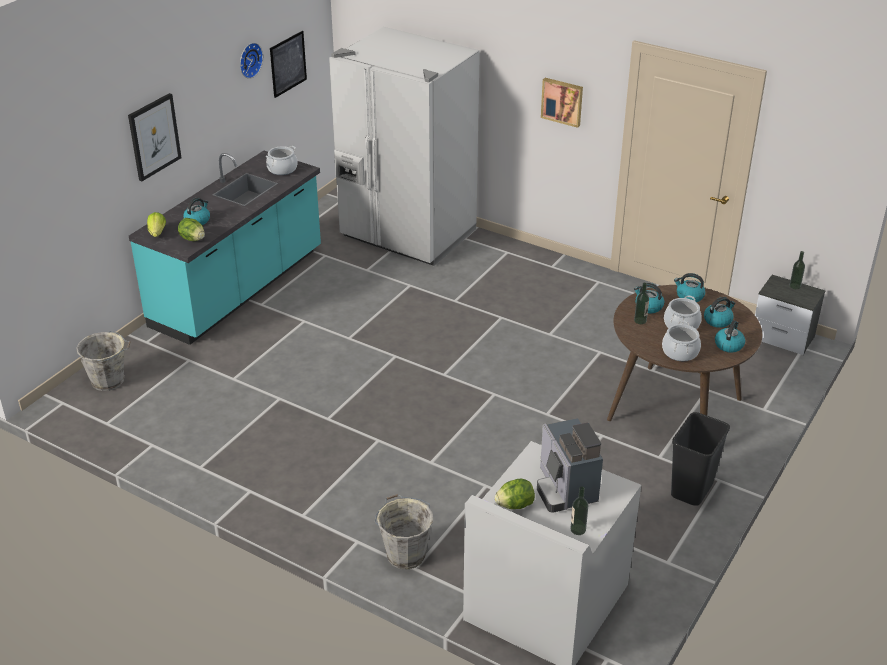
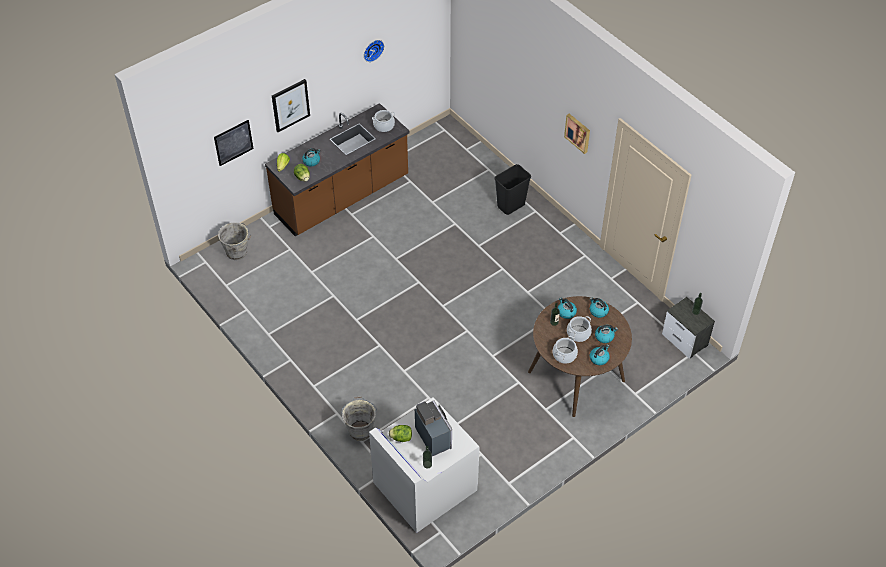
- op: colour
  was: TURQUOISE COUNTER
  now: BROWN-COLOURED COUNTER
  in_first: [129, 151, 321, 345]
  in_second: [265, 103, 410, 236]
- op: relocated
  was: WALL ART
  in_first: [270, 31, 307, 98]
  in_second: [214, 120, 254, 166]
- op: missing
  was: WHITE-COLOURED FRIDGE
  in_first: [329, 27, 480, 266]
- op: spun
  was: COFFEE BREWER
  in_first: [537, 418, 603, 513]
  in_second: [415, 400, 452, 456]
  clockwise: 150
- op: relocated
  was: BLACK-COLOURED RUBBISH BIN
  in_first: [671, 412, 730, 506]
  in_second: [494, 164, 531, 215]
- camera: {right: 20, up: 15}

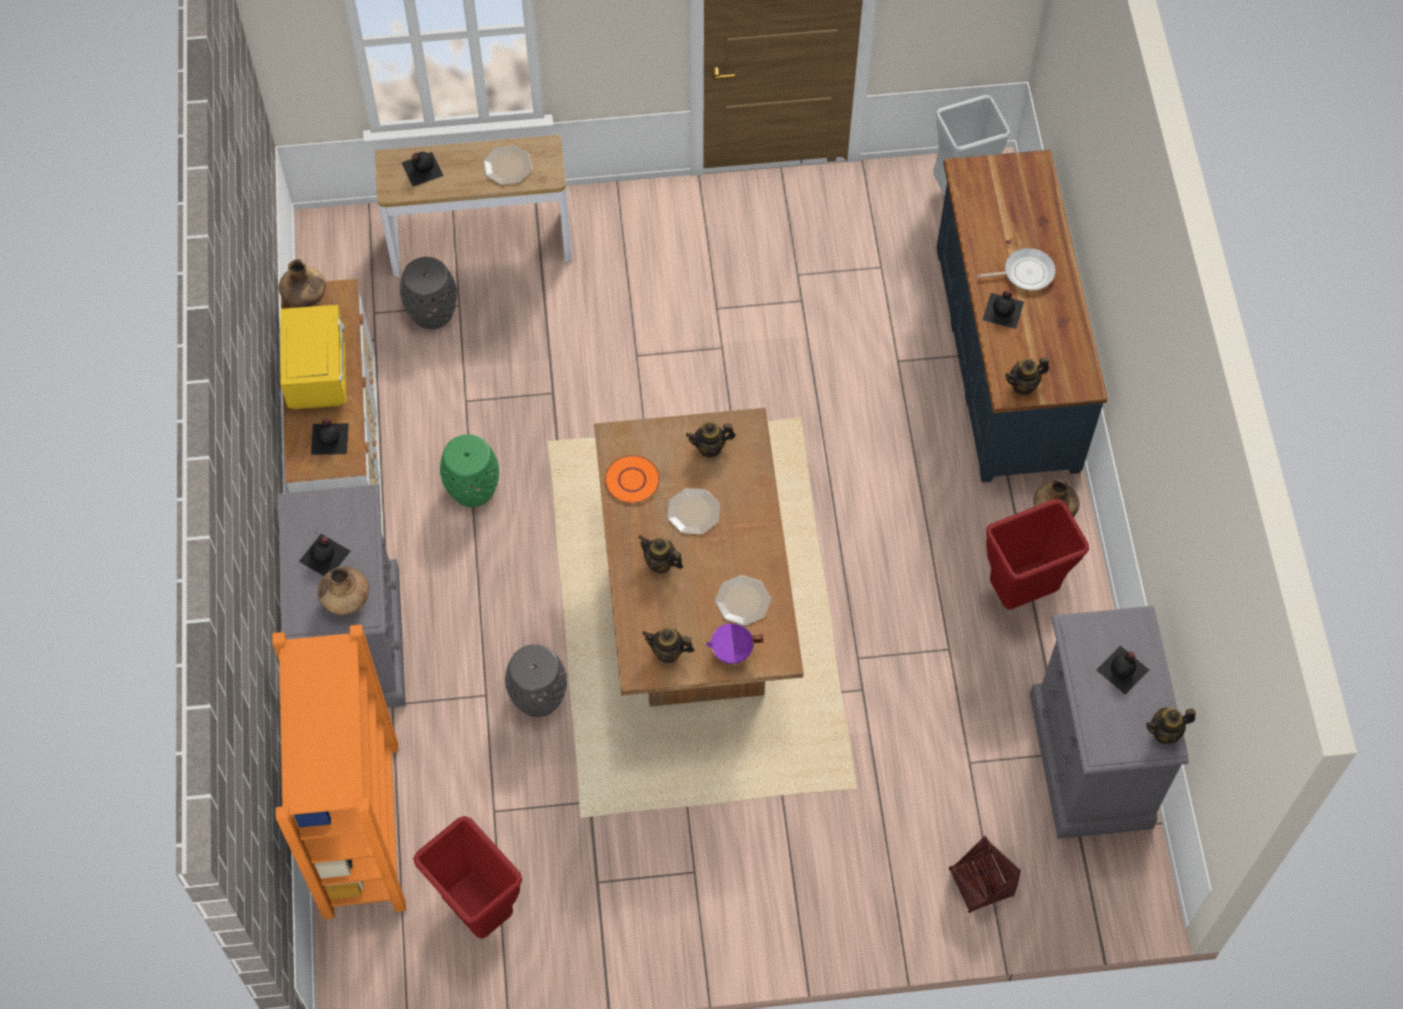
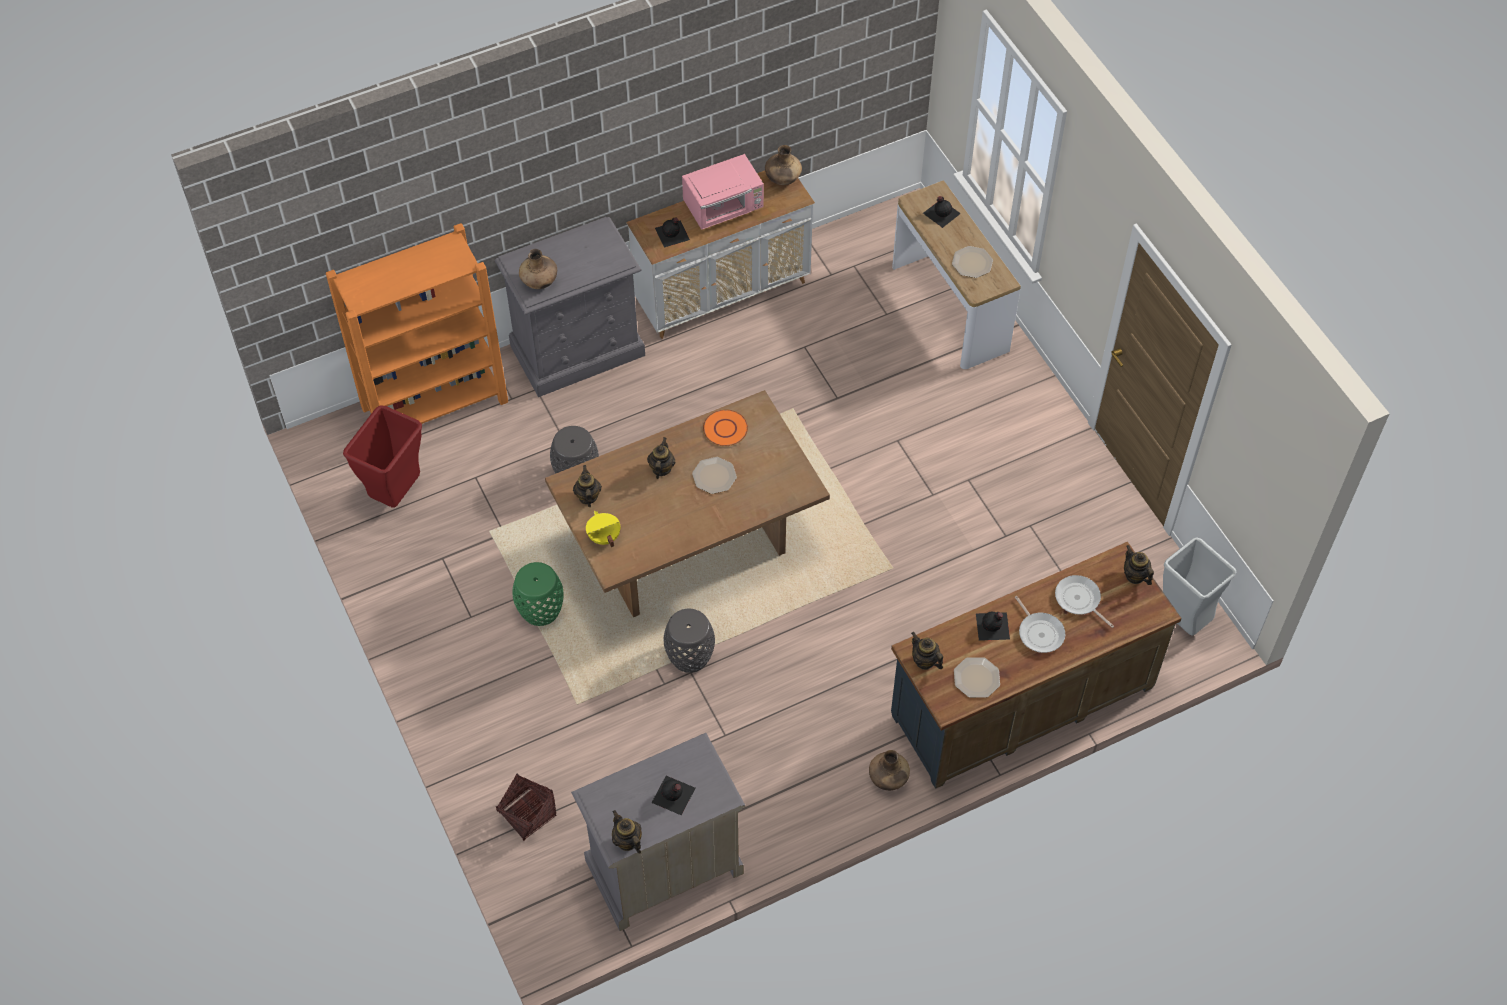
- op: colour
  was: YELLOWISH MICROWAVE OVEN
  now: PINK MICROWAVE OVEN
  in_first: [280, 305, 346, 409]
  in_second: [682, 154, 764, 230]
- op: missing
  was: BLACK-COLOURED BOTTLE
  in_first: [299, 534, 350, 576]
- op: relocated
  was: GREY STOOL
  in_first: [400, 257, 457, 329]
  in_second: [664, 609, 715, 673]
- op: relocated
  was: GREEN STOOL
  in_first: [440, 434, 499, 507]
  in_second: [512, 562, 564, 626]
- op: relocated
  was: POT FOR TEA
  in_first: [686, 421, 735, 457]
  in_second: [1124, 545, 1154, 585]
- op: colour
  was: PURPLE SAUCEPOT
  now: YELLOWISH SAUCEPOT
  in_first: [705, 623, 763, 664]
  in_second: [586, 511, 620, 547]
- op: relocated
  was: DINNER PLATE
  in_first: [715, 575, 771, 626]
  in_second: [954, 657, 1000, 698]
- op: missing
  was: REDDISH RUBBISH BIN
  in_first: [986, 499, 1089, 610]
- op: appeared
  now: FRYING PAN
  in_second: [1055, 575, 1114, 628]
- camera: {right: 70, up: -5}

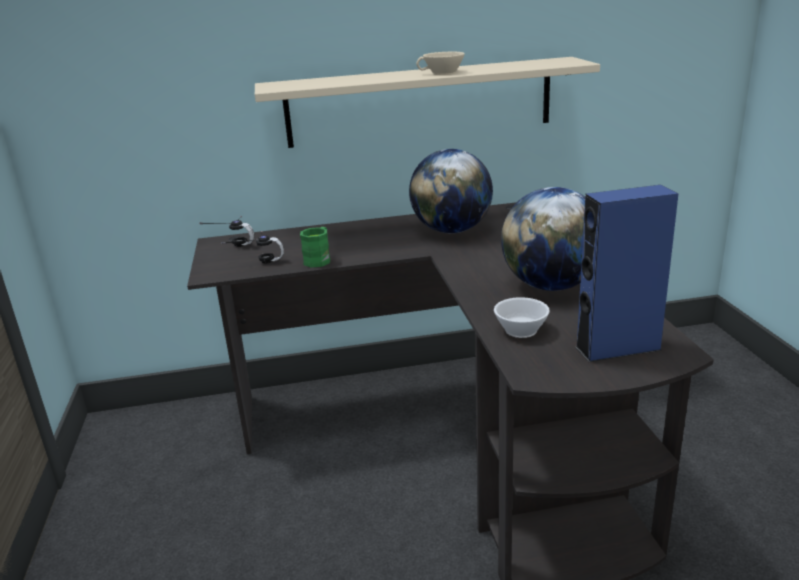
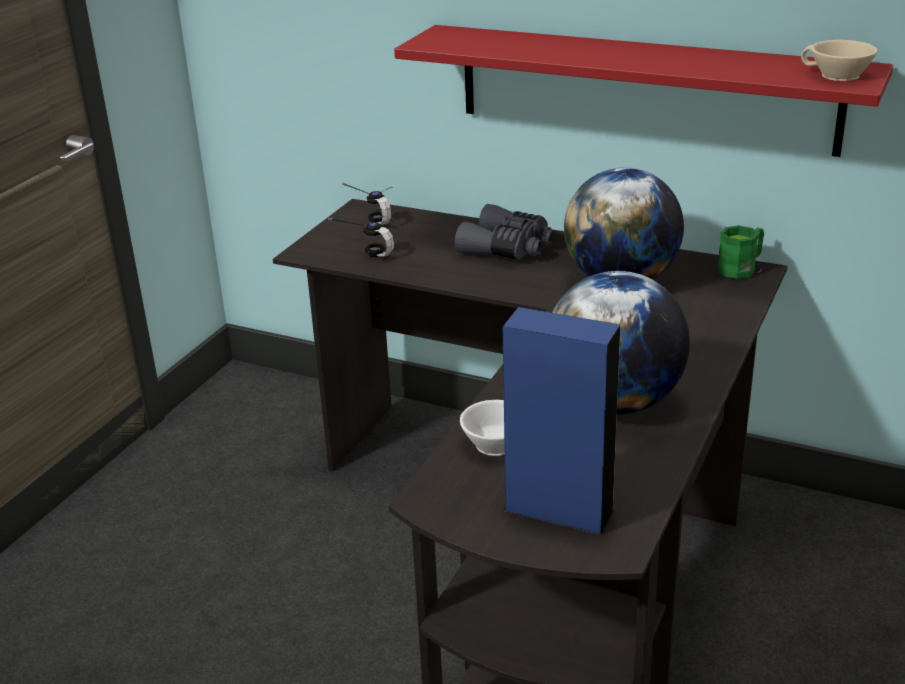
- op: colour
  was: SAND-COLOURED SHELF
  now: REDDISH SHELF
  in_first: [255, 57, 600, 148]
  in_second: [394, 25, 893, 157]
- op: relocated
  was: GREEN TEA MUG
  in_first: [300, 227, 330, 268]
  in_second: [717, 225, 764, 279]
- op: relocated
  was: SAND-COLOURED DRINKING CUP
  in_first: [416, 52, 465, 75]
  in_second: [801, 40, 878, 81]
- op: appeared
  now: GREY FIELD GLASSES
  in_second: [455, 204, 555, 260]
- camera: {right: 35, up: 5}

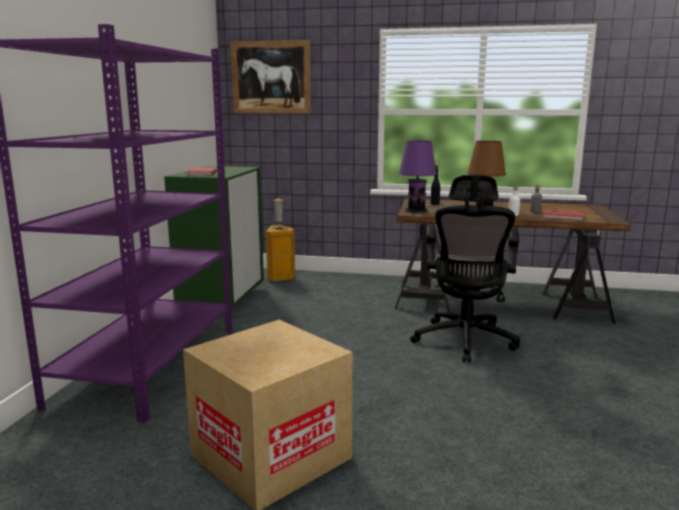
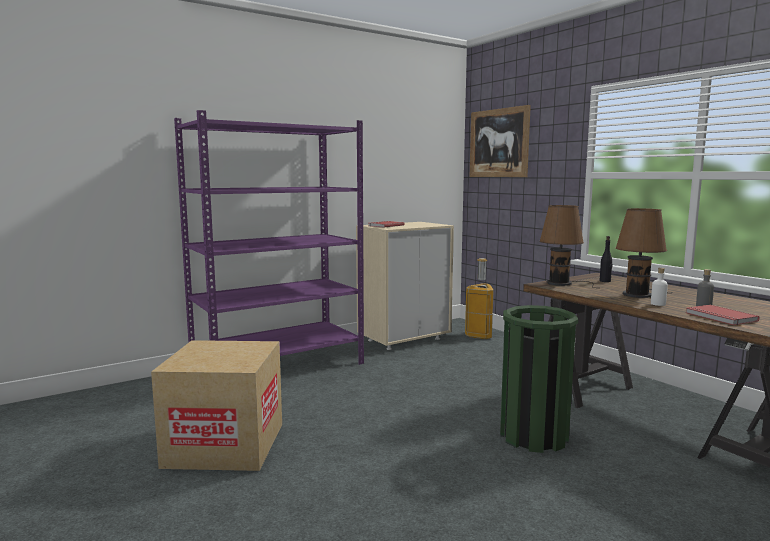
- op: colour
  was: GREEN CABINET
  now: SAND-COLOURED CABINET
  in_first: [164, 166, 264, 313]
  in_second: [356, 222, 454, 350]
- op: colour
  was: PURPLE LAMP FOR A TABLE
  now: BROWN-COLOURED LAMP FOR A TABLE
  in_first: [399, 140, 438, 213]
  in_second: [539, 205, 595, 288]
- op: exchanged
  was: COMPUTER CHAIR
  now: GREEN RUBBISH BIN
  in_first: [410, 175, 520, 363]
  in_second: [500, 305, 578, 453]
- camera: {right: 45, up: -5}

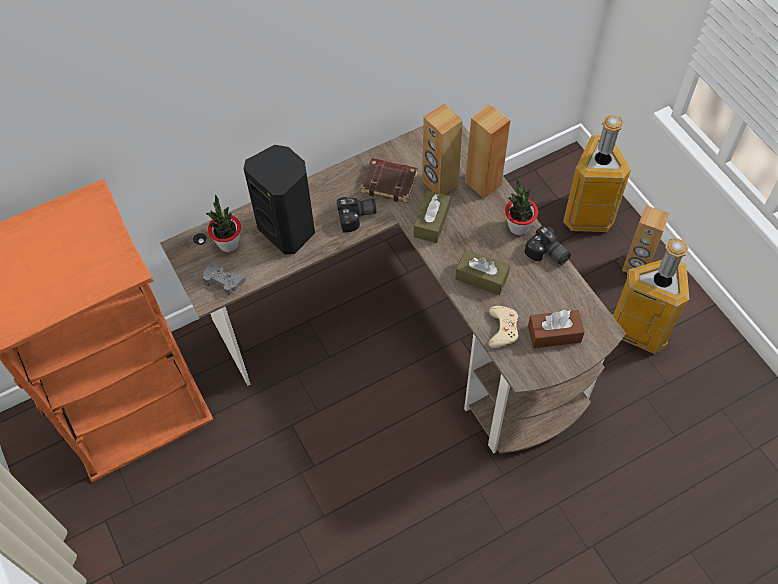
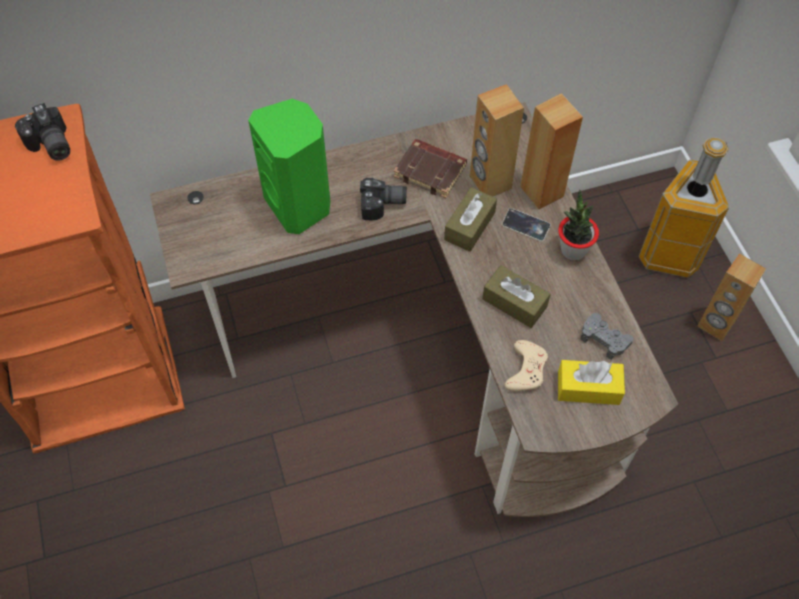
- op: relocated
  was: GREY GAME CONTROLLER
  in_first: [203, 262, 246, 296]
  in_second: [581, 313, 634, 360]
- op: missing
  was: HOUSEPLANT
  in_first: [206, 195, 241, 252]
- op: colour
  was: BLACK-COLOURED LOUDSPEAKER
  now: GREEN LOUDSPEAKER
  in_first: [244, 145, 315, 254]
  in_second: [248, 99, 331, 234]
- op: relocated
  was: PHOTO CAMERA
  in_first: [524, 226, 571, 265]
  in_second: [15, 103, 70, 161]
- op: colour
  was: BROWN-COLOURED TISSUE HOLDER
  now: YELLOWISH TISSUE HOLDER
  in_first: [528, 309, 585, 348]
  in_second: [558, 360, 625, 405]
- op: missing
  was: RUBBISH BIN
  in_first: [612, 238, 689, 354]
- op: appeared
  now: PHONE
  in_second: [502, 208, 551, 242]
- camera: {right: 10, up: 0}

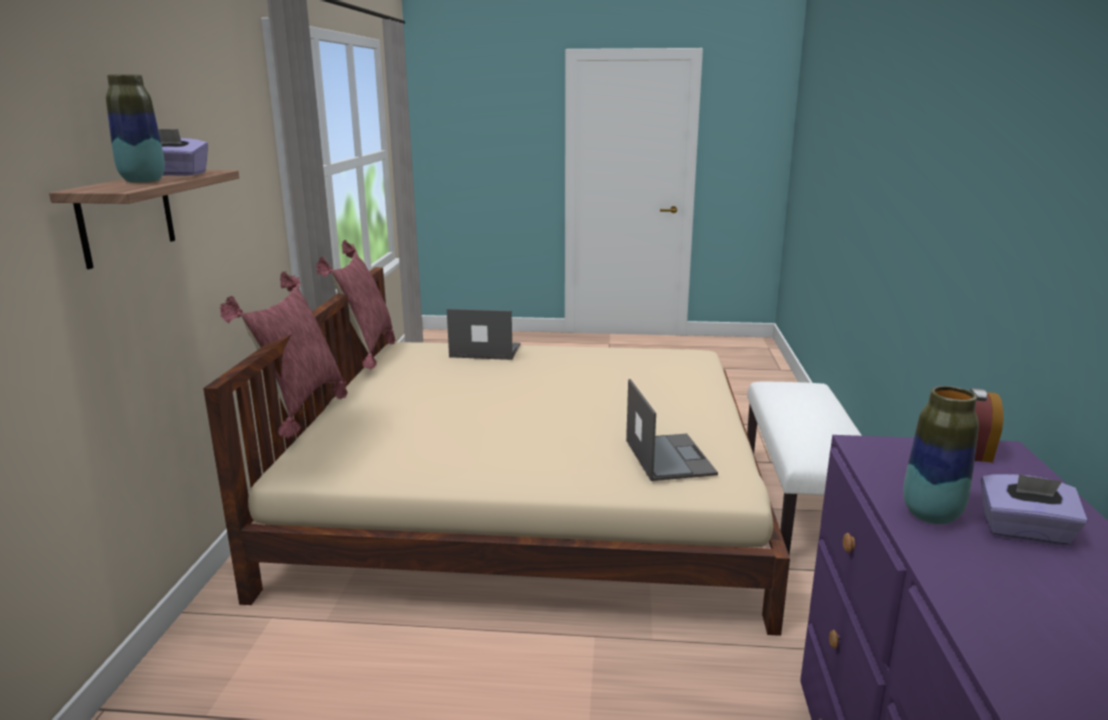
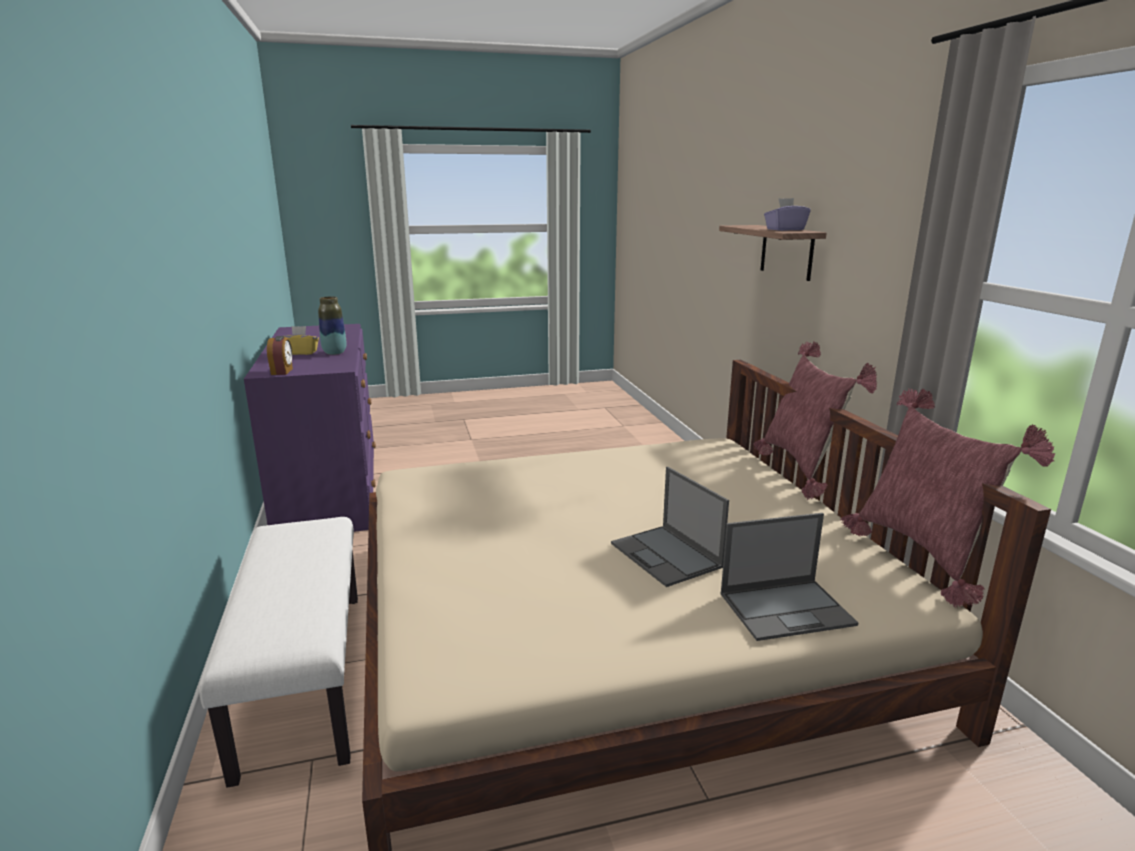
- op: missing
  was: FLOWER VASE
  in_first: [106, 74, 165, 183]
- op: relocated
  was: PORTABLE COMPUTER
  in_first: [626, 379, 718, 481]
  in_second: [611, 467, 729, 587]
- op: colour
  was: PURPLE TISSUE HOLDER
  now: YELLOWISH TISSUE HOLDER
  in_first: [981, 474, 1087, 546]
  in_second: [284, 326, 319, 355]
- camera: {right: 160, up: 0}

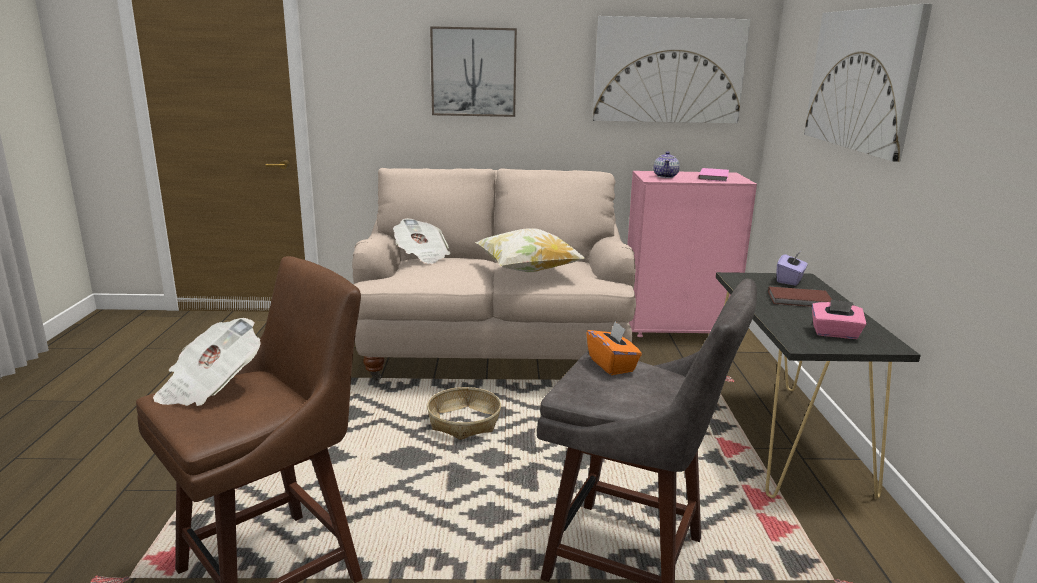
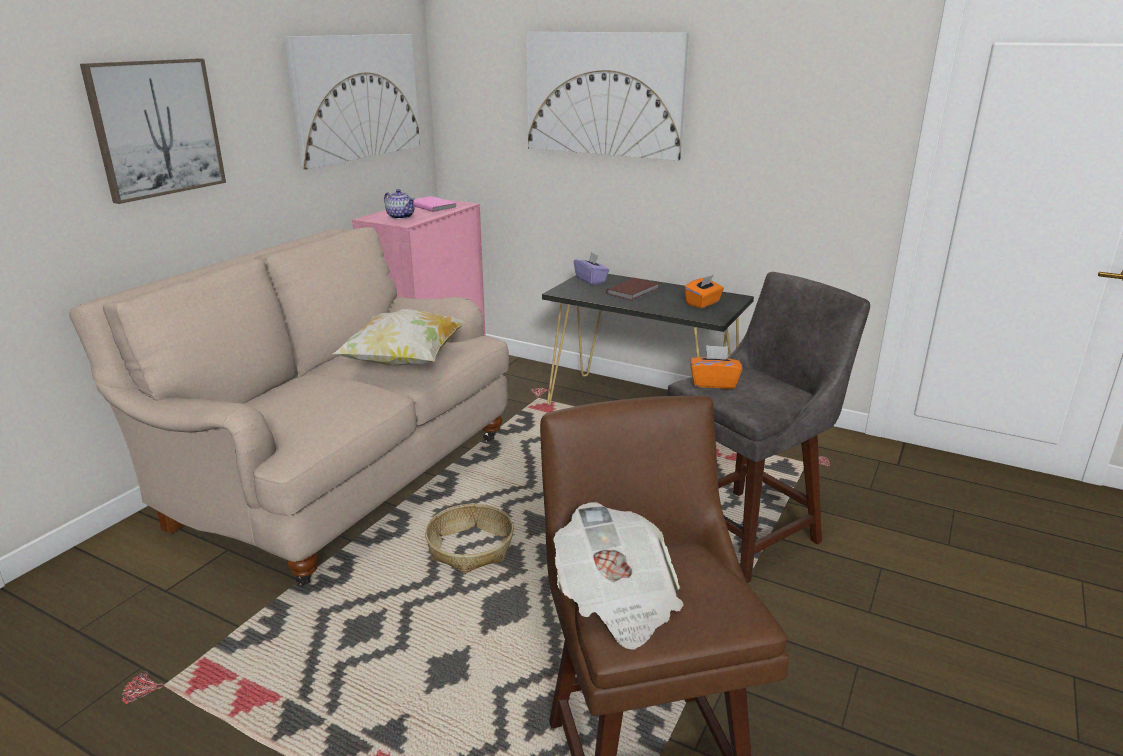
- op: missing
  was: DAILY PAPER
  in_first: [393, 218, 451, 264]
- op: colour
  was: PINK TISSUE HOLDER
  now: ORANGE TISSUE HOLDER
  in_first: [812, 300, 866, 339]
  in_second: [684, 275, 724, 309]
- camera: {right: -60, up: 5}

